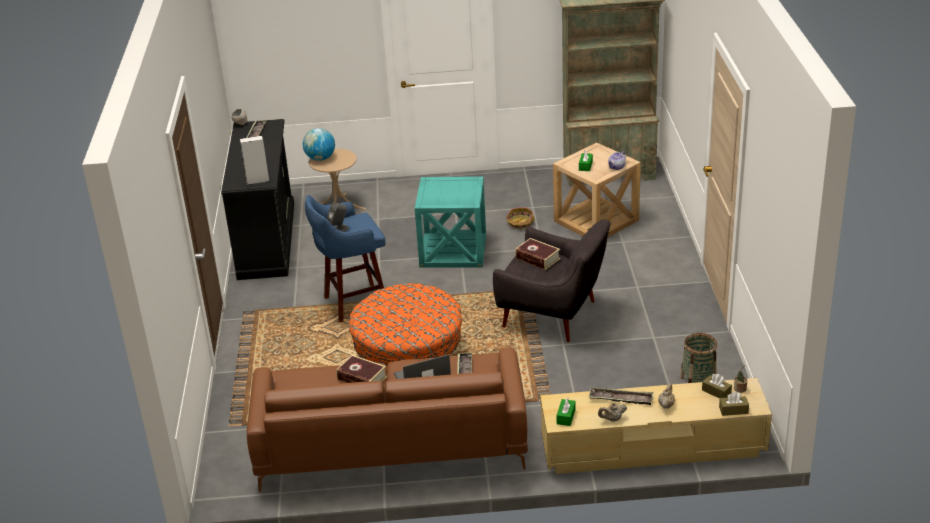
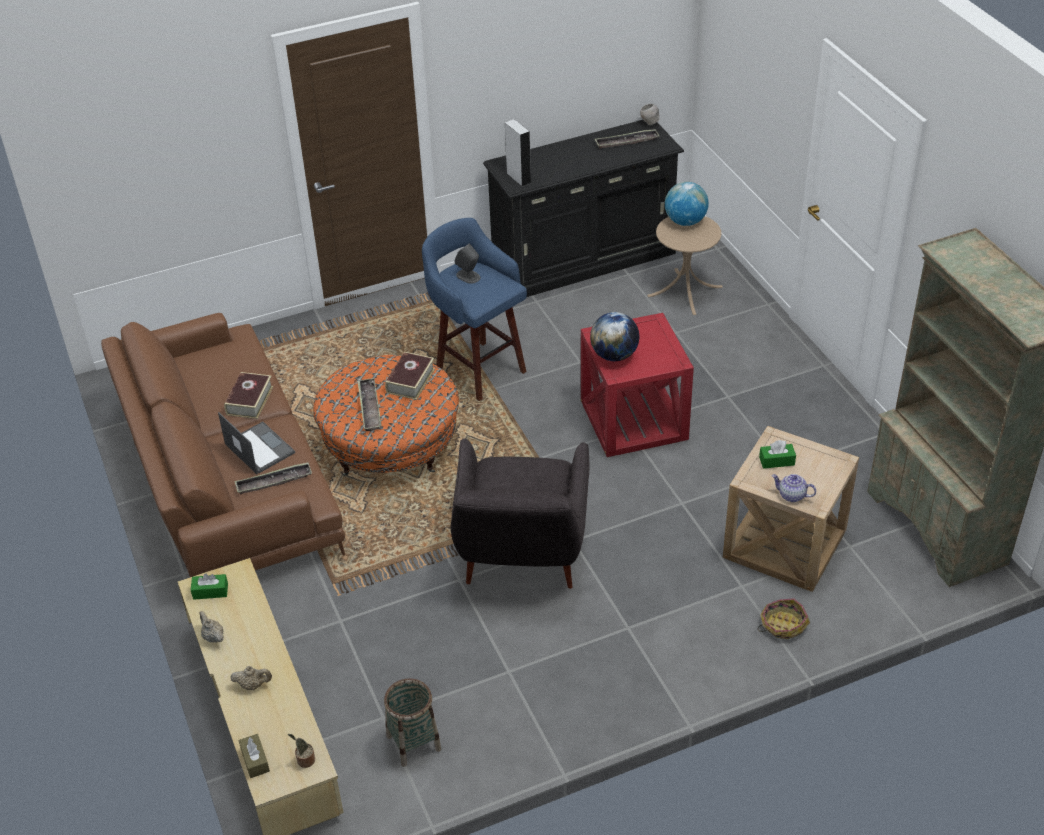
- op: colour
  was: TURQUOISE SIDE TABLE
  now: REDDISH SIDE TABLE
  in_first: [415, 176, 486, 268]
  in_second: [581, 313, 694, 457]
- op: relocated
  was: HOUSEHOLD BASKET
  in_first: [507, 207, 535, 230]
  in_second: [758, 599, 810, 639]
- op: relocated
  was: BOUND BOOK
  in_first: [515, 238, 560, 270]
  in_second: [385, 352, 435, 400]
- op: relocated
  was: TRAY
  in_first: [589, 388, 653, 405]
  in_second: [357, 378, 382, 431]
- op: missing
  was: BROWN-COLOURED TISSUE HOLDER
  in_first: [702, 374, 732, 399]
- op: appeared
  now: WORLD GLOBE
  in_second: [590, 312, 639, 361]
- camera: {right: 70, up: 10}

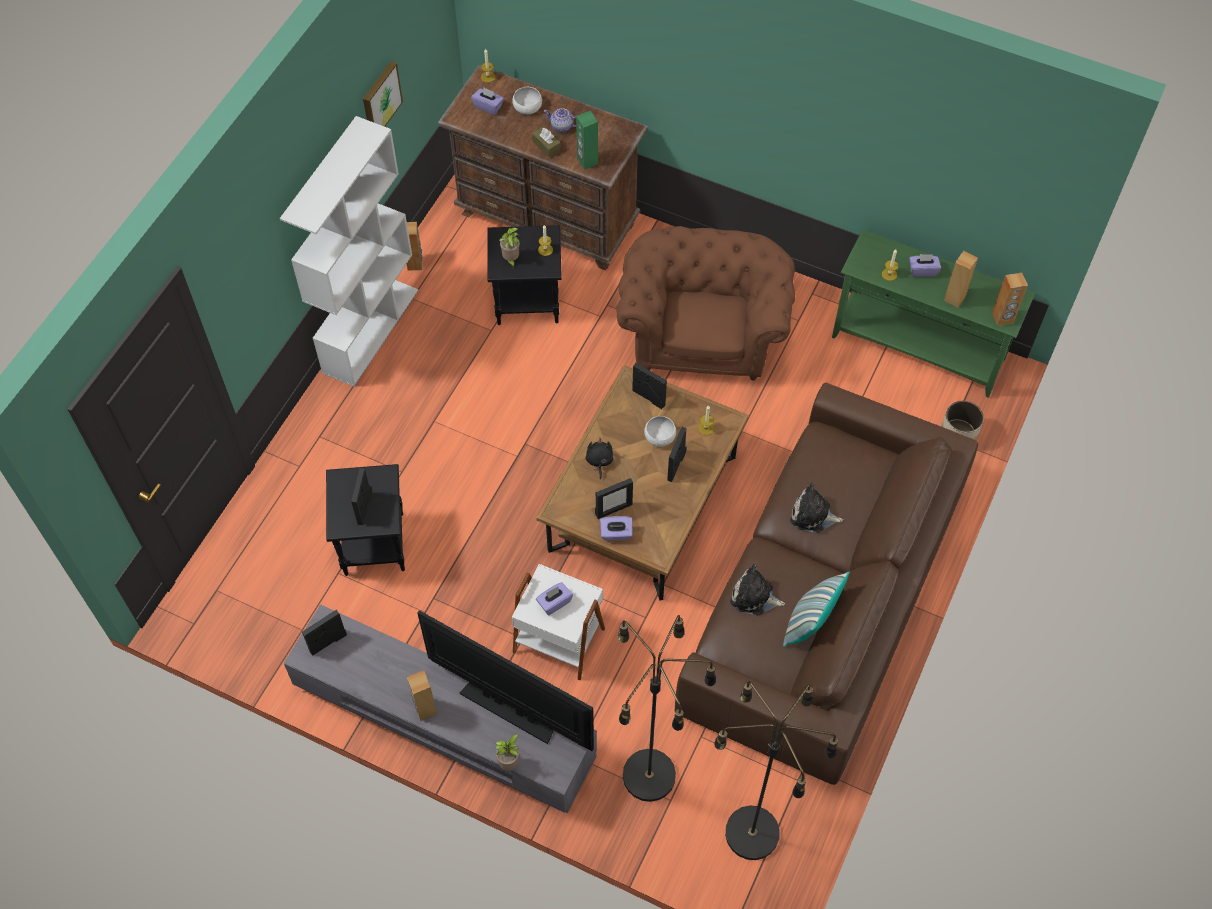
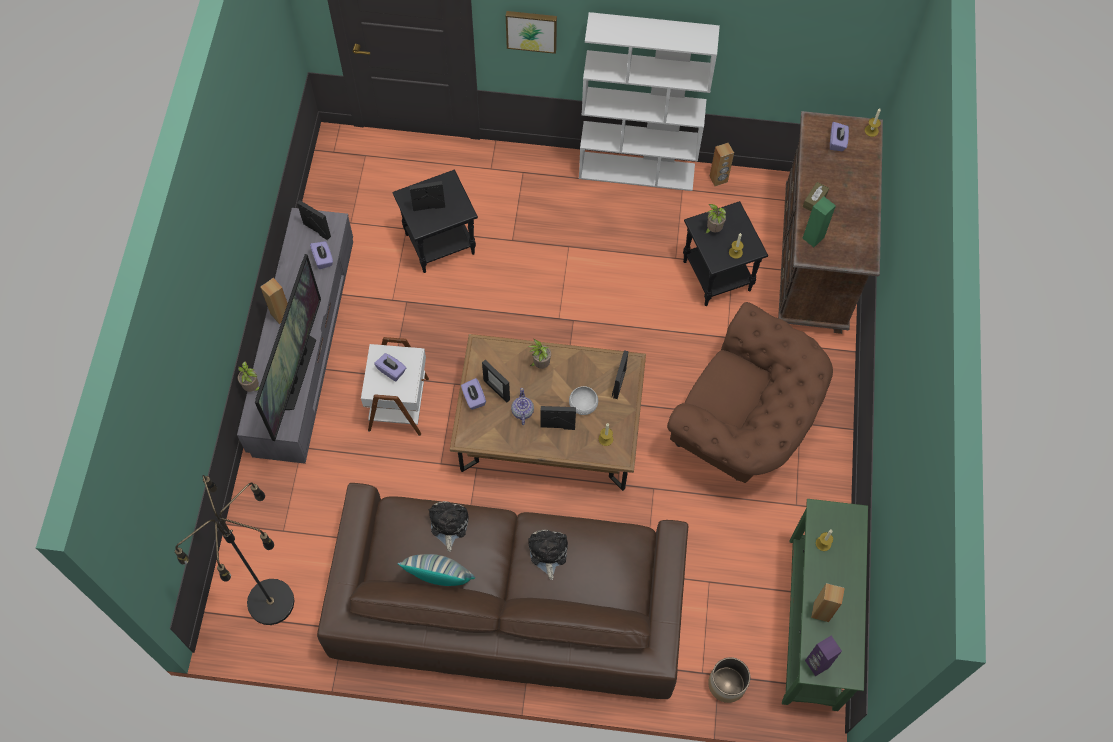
- op: relocated
  was: WALL ART
  in_first: [363, 61, 403, 127]
  in_second: [506, 11, 557, 54]
- op: missing
  was: WHITE-COLOURED SERVING BOWL
  in_first: [512, 87, 542, 114]
- op: relocated
  was: POT FOR TEA
  in_first: [543, 108, 576, 132]
  in_second: [511, 388, 534, 425]
- op: exchanged
  was: BLACK-COLOURED CUDDLY TOY
  now: HOUSEPLANT
  in_first: [586, 438, 614, 479]
  in_second: [528, 339, 551, 369]
- op: spun
  was: BROWN-COLOURED LOUNGE CHAIR
  in_first: [617, 226, 795, 381]
  in_second: [667, 302, 833, 483]
  clockwise: 45
- op: missing
  was: STANDING LAMP
  in_first: [618, 615, 716, 802]
- op: relocated
  was: PURPLE TISSUE HOLDER
  in_first: [909, 254, 941, 277]
  in_second: [310, 241, 333, 269]
- op: colour
  was: BROWN-COLOURED LOUDSPEAKER
  now: PURPLE LOUDSPEAKER
  in_first: [992, 272, 1028, 326]
  in_second: [805, 635, 842, 676]
- camera: {right: 70, up: 5}

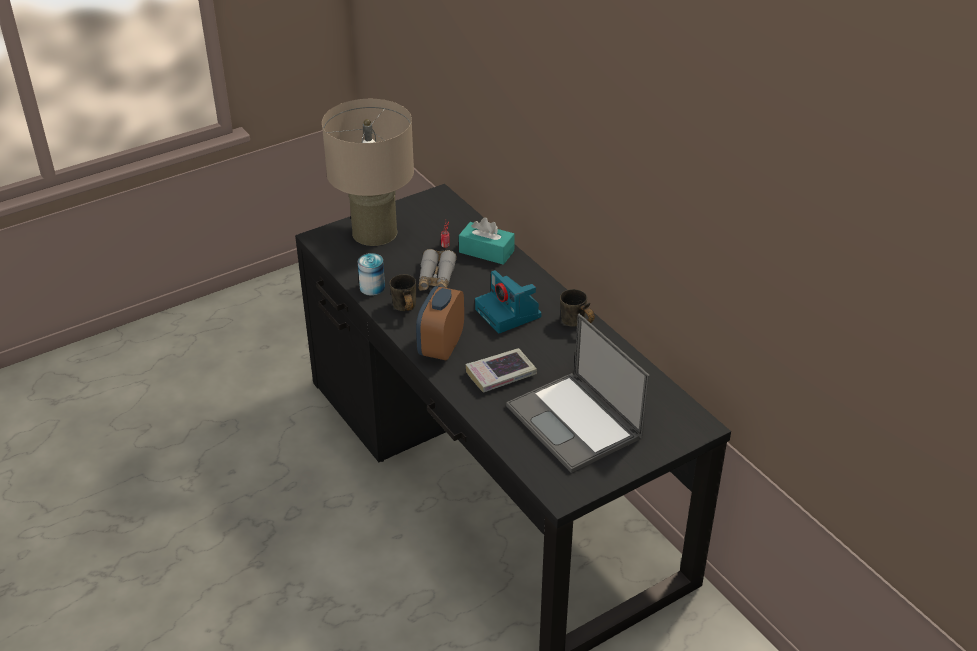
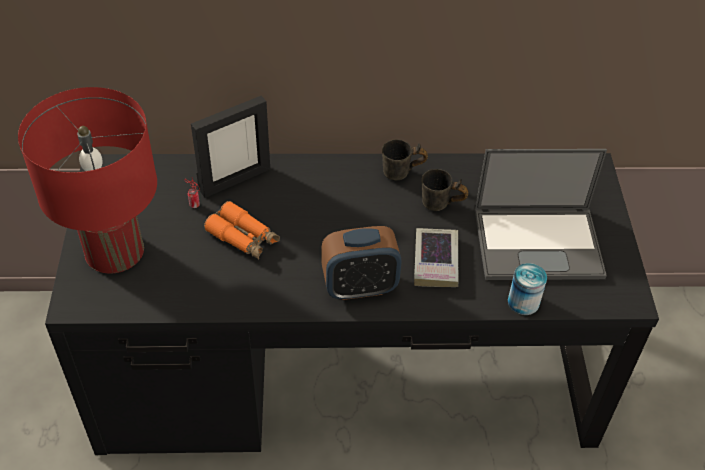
- op: colour
  was: SAND-COLOURED LAMP FOR A TABLE
  now: REDDISH LAMP FOR A TABLE
  in_first: [322, 99, 414, 246]
  in_second: [18, 87, 157, 274]
- op: relocated
  was: SEALED CAN
  in_first: [358, 253, 385, 296]
  in_second: [508, 263, 547, 315]
- op: relocated
  was: GREY TEA MUG
  in_first: [389, 274, 416, 311]
  in_second: [422, 169, 469, 211]
- op: spun
  was: TABLE CLOCK
  in_first: [416, 286, 464, 360]
  in_second: [322, 226, 401, 300]
  clockwise: -60
- op: colour
  was: GREY FIELD GLASSES
  now: ORANGE FIELD GLASSES
  in_first: [419, 249, 457, 291]
  in_second: [204, 201, 280, 259]
- op: exchanged
  was: TURQUOISE TISSUE HOLDER
  now: STANDING FRAME
  in_first: [459, 217, 515, 265]
  in_second: [191, 96, 270, 198]
- op: missing
  was: PHOTO CAMERA
  in_first: [475, 270, 542, 333]
- camera: {right: -60, up: 10}

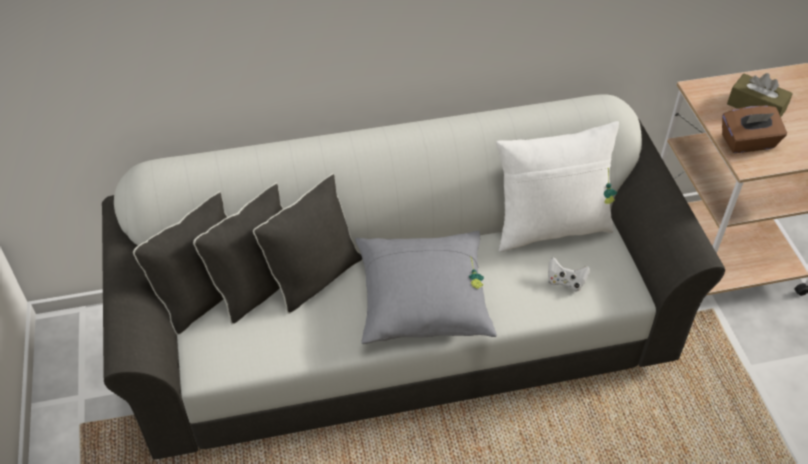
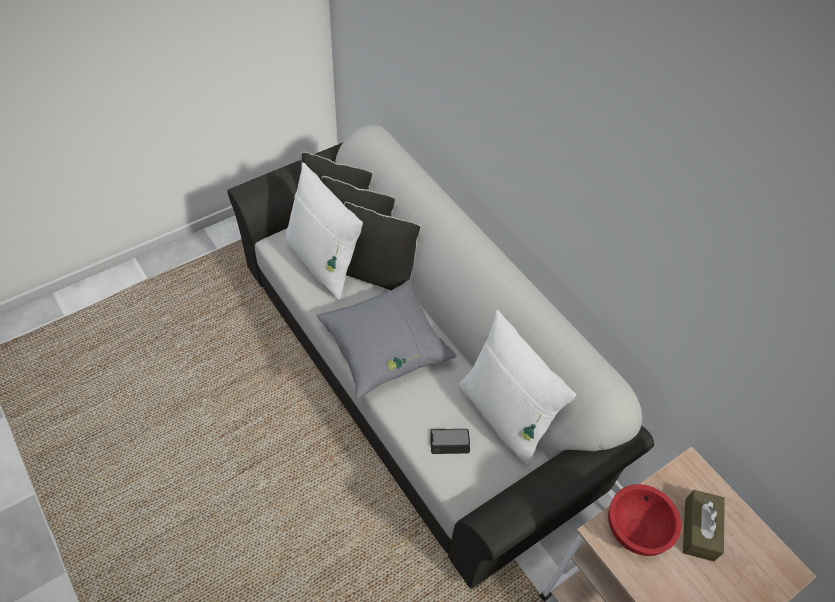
- op: exchanged
  was: WHITE-COLOURED GAME CONTROLLER
  now: PHONE
  in_first: [548, 257, 590, 291]
  in_second: [430, 429, 470, 454]
- op: exchanged
  was: BROWN-COLOURED TISSUE HOLDER
  now: REDDISH SERVING BOWL
  in_first: [722, 106, 787, 153]
  in_second: [608, 484, 681, 556]
- op: appeared
  now: WHITE-COLOURED PILLOW
  in_second: [285, 163, 363, 301]
- camera: {right: 65, up: 5}

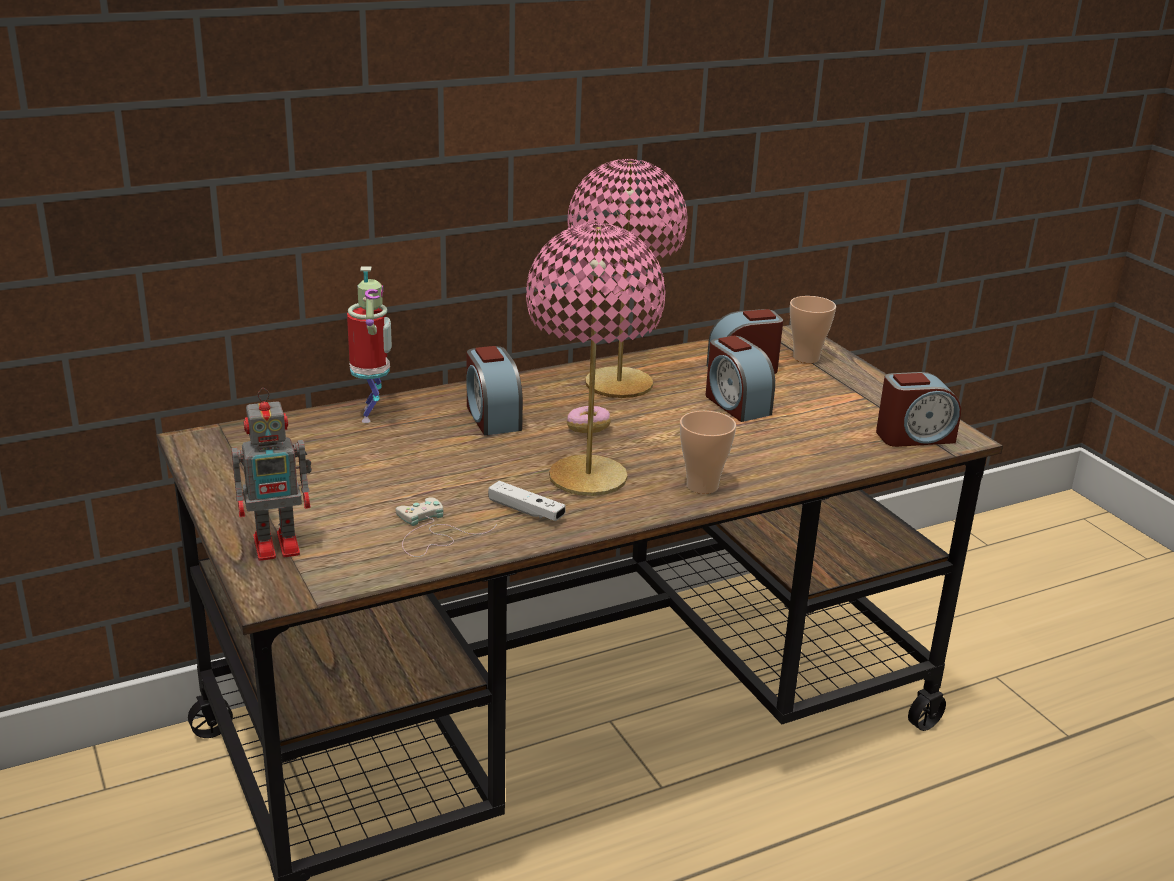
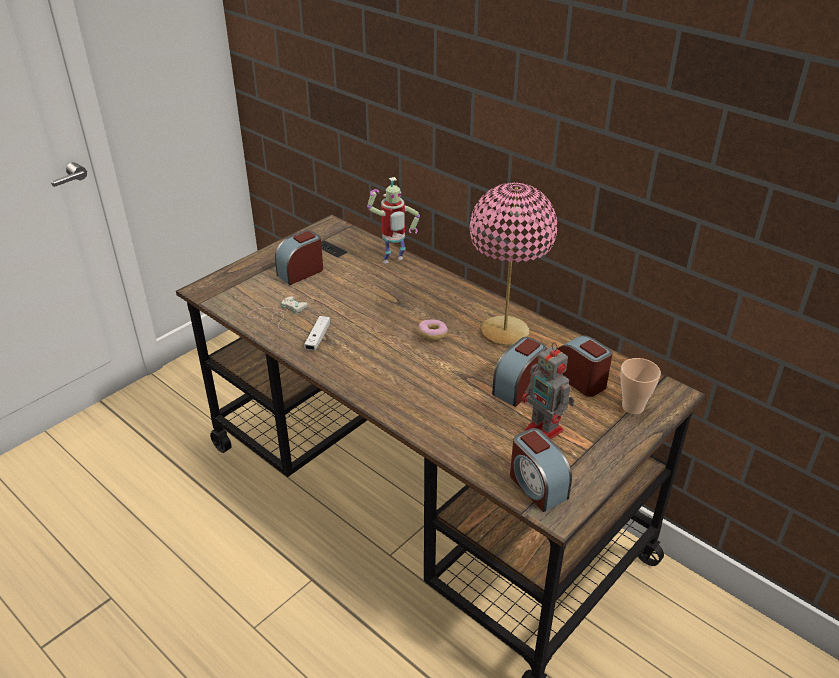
- op: relocated
  was: TOY ROBOT
  in_first: [231, 388, 312, 561]
  in_second: [522, 342, 575, 439]
- op: relocated
  was: TABLE CLOCK
  in_first: [466, 346, 523, 435]
  in_second: [275, 230, 323, 285]
- op: missing
  was: PINK LAMP FOR A TABLE
  in_first: [526, 223, 665, 496]
- op: missing
  was: DRINKING CUP
  in_first: [680, 411, 736, 494]
- camera: {right: 70, up: 10}

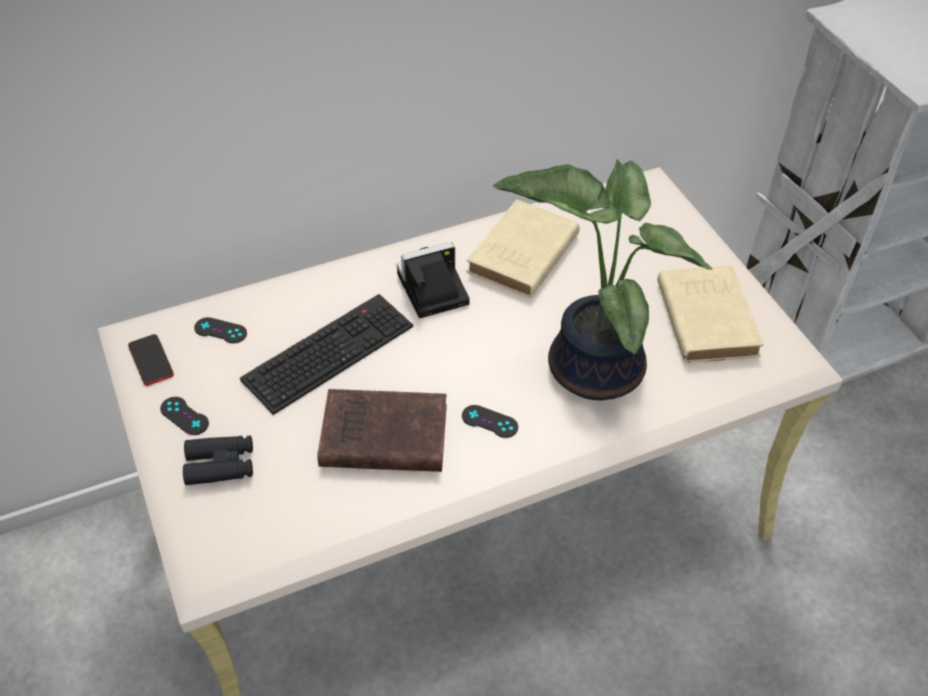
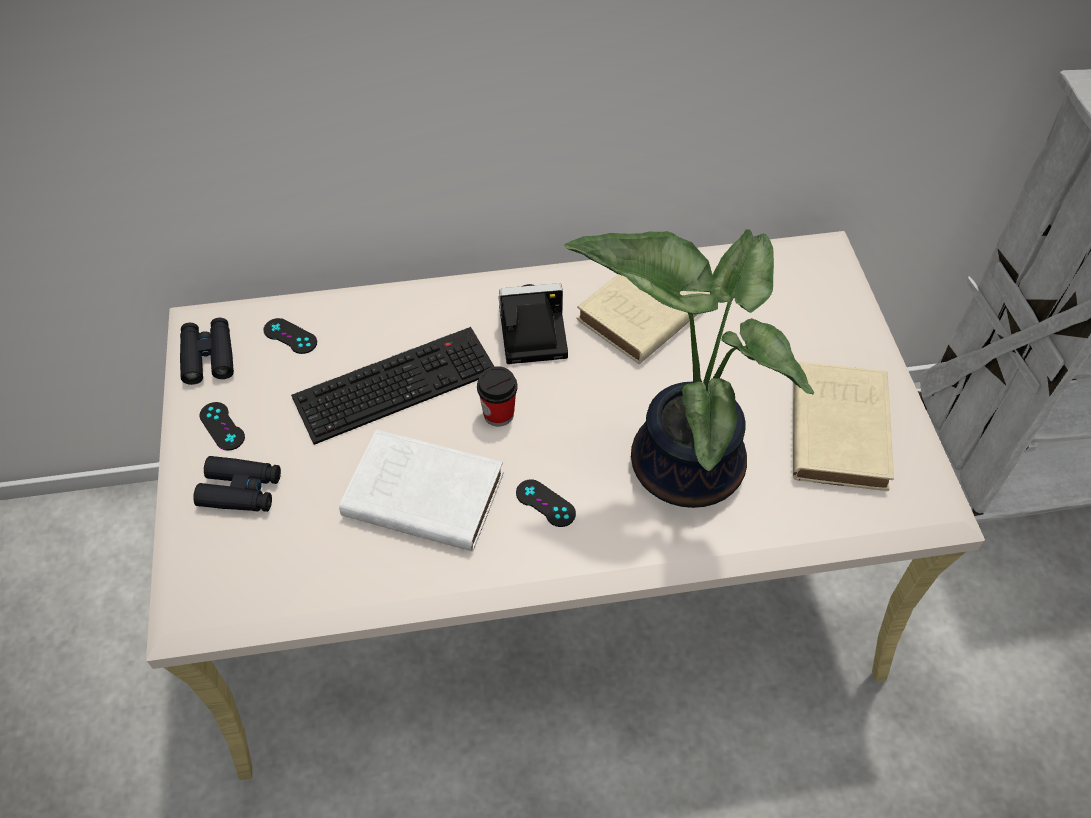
- op: exchanged
  was: PHONE
  now: BLACK-COLOURED FIELD GLASSES
  in_first: [128, 334, 174, 386]
  in_second: [180, 318, 234, 385]
- op: colour
  was: BROWN-COLOURED BOUND BOOK
  now: WHITE-COLOURED BOUND BOOK
  in_first: [317, 389, 447, 472]
  in_second: [339, 429, 504, 552]
- op: appeared
  now: DRINKING CUP
  in_second: [477, 366, 518, 427]
- camera: {right: 15, up: 5}

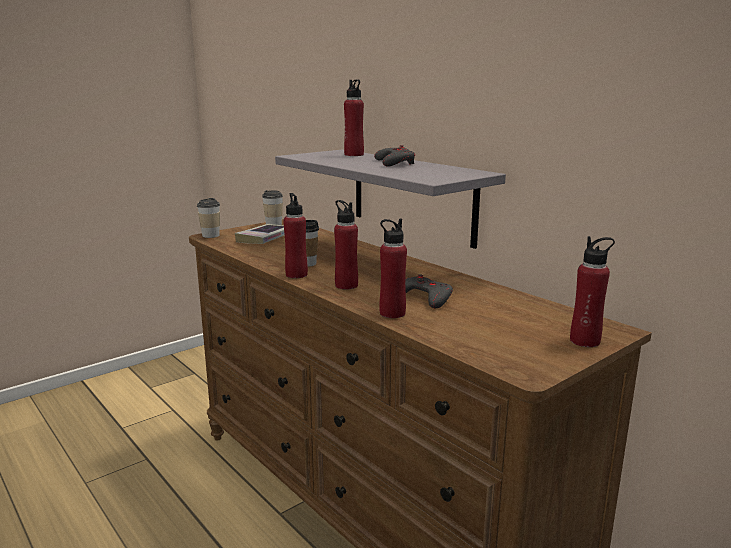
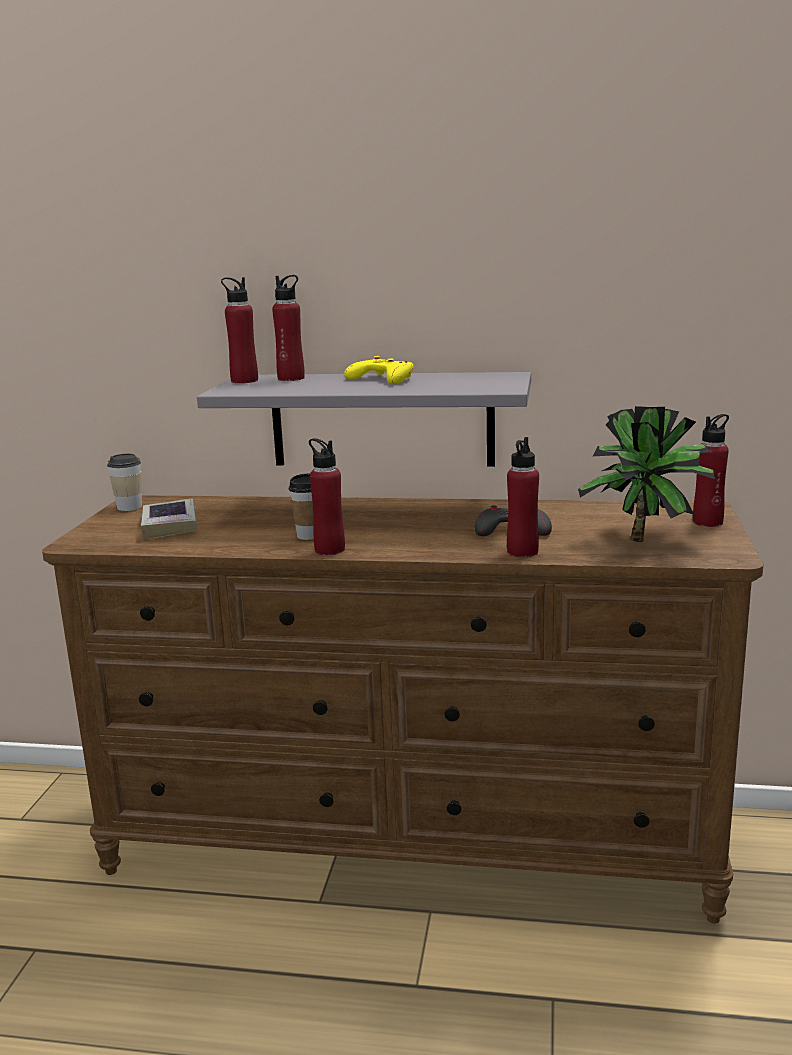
- op: missing
  was: DRINKING CUP
  in_first: [197, 198, 220, 238]
- op: relocated
  was: REDDISH BOTTLE
  in_first: [334, 200, 358, 290]
  in_second: [221, 277, 258, 383]
- op: colour
  was: GREY GAME CONTROLLER
  now: YELLOWISH GAME CONTROLLER
  in_first: [374, 145, 415, 167]
  in_second: [344, 356, 414, 384]
- op: appeared
  now: HOUSEPLANT
  in_second: [578, 406, 715, 542]
- camera: {right: -40, up: 0}

